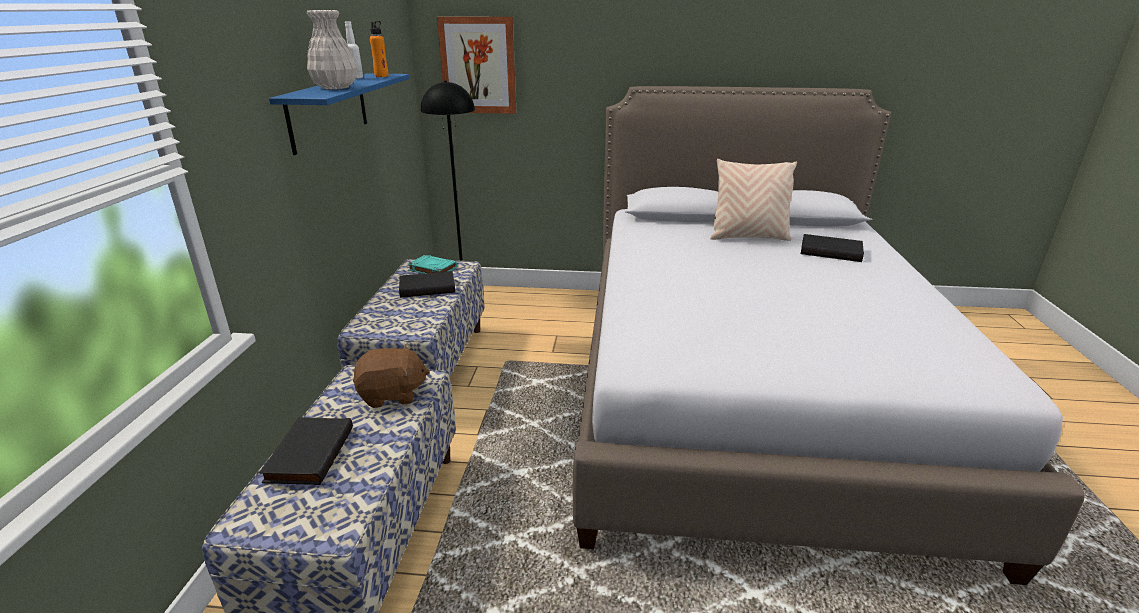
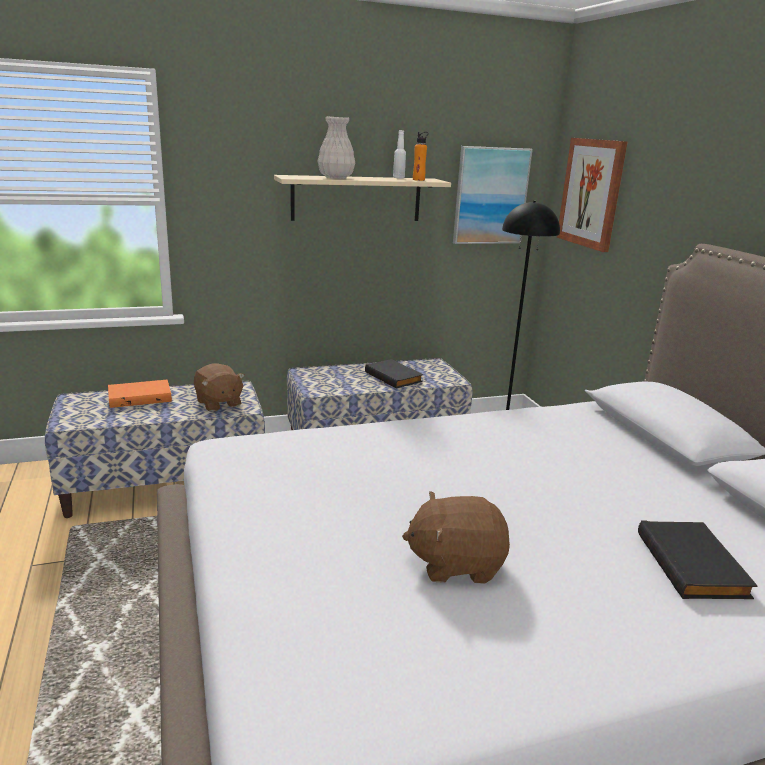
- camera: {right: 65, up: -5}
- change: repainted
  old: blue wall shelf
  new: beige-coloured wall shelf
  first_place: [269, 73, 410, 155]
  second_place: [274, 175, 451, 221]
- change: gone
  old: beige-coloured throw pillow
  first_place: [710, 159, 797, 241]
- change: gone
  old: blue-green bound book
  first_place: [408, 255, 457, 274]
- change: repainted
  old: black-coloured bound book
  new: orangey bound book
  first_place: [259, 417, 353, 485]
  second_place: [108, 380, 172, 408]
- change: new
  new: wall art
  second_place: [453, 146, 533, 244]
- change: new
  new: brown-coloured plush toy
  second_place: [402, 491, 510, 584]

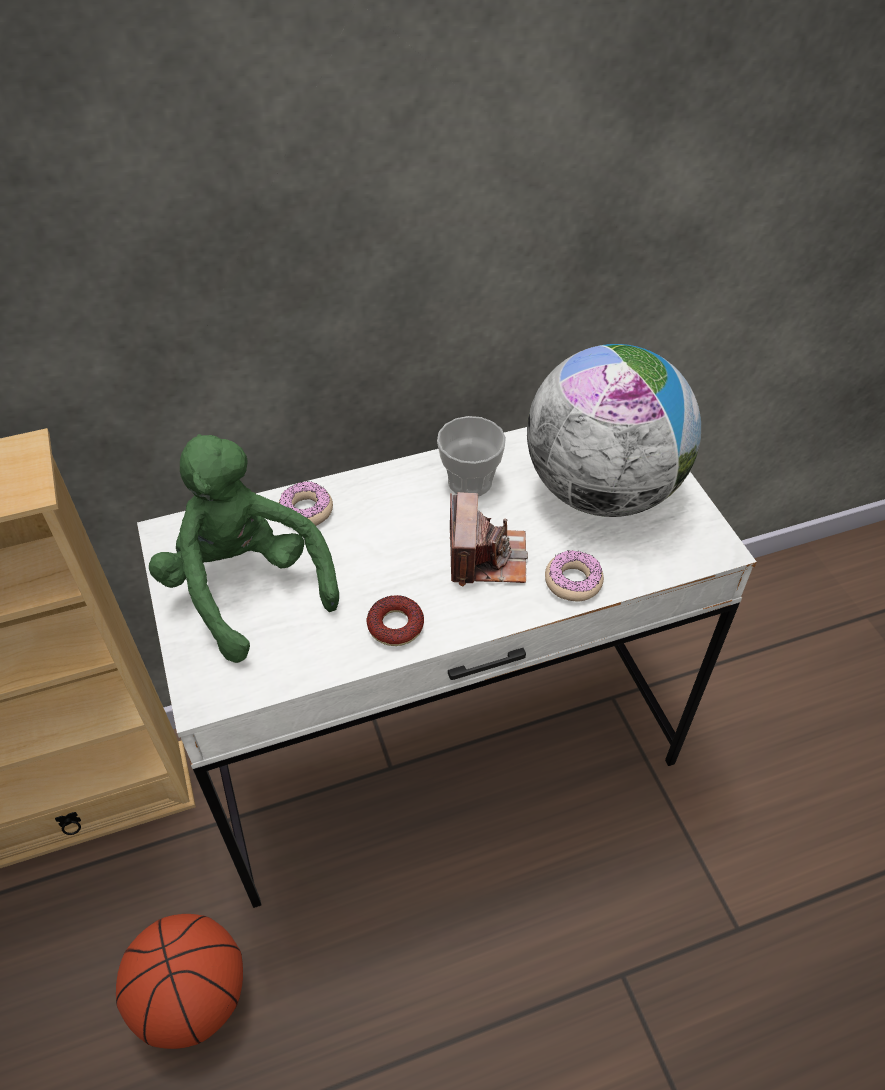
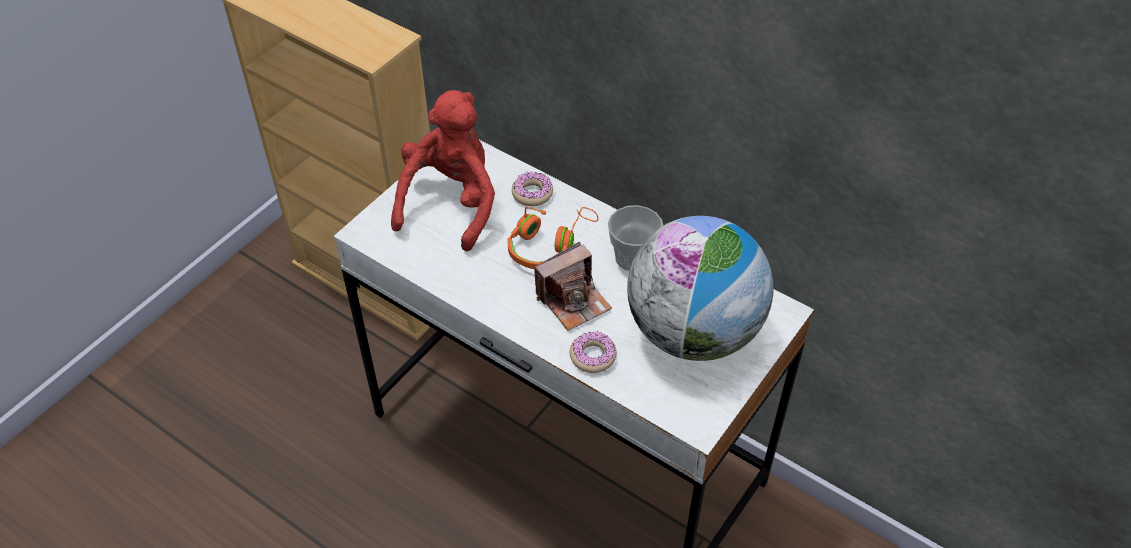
- camera: {right: 55, up: 0}
- change: repainted
  old: green-coloured plush toy
  new: red plush toy
  first_place: [149, 434, 339, 663]
  second_place: [391, 90, 495, 251]
- change: gone
  old: ring doughnut
  first_place: [366, 595, 424, 646]
- change: gone
  old: ball for basketball
  first_place: [116, 914, 243, 1049]
- change: new
  new: orangey pair of headphones
  second_place: [508, 207, 599, 269]

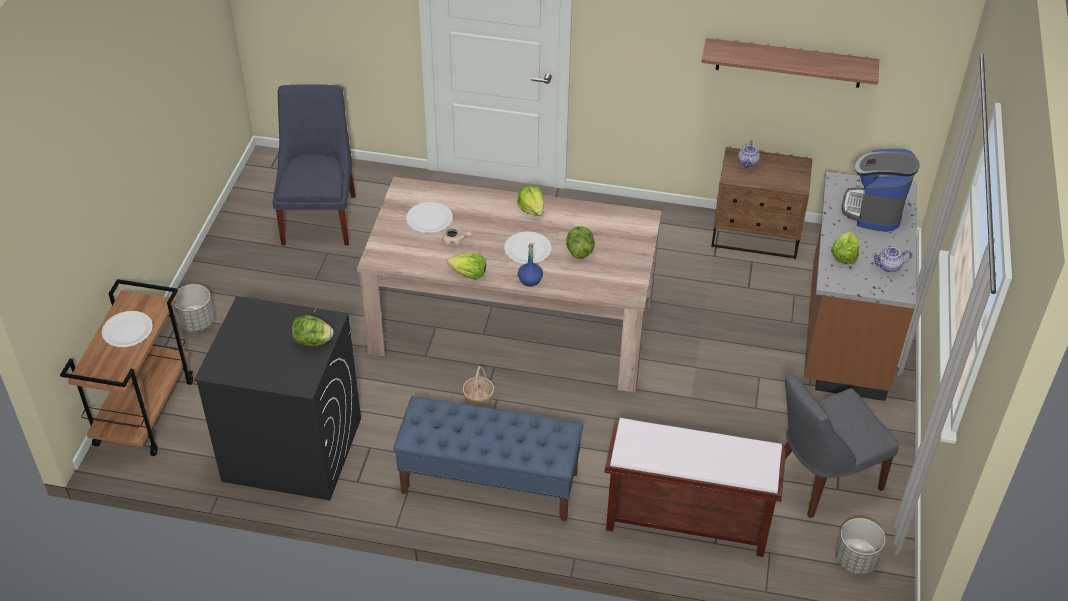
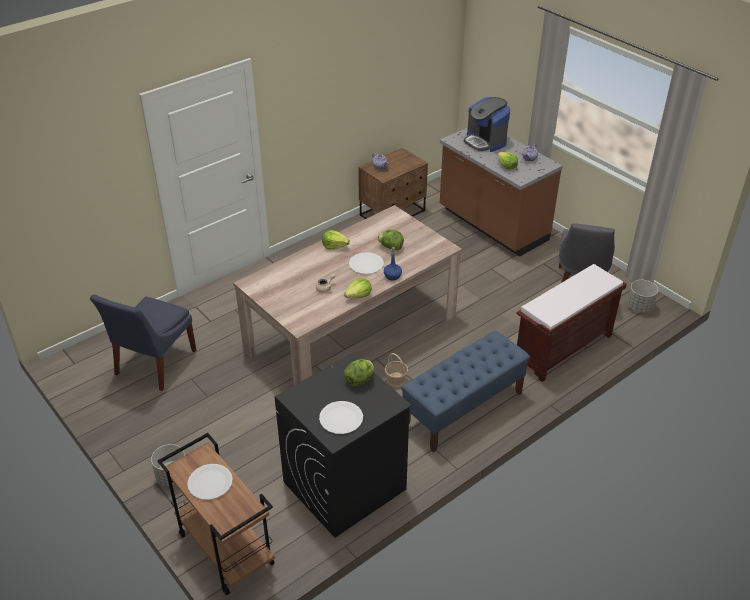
- camera: {right: -50, up: -5}
- change: gone
  old: wall shelf
  first_place: [701, 38, 879, 88]
- change: rotated
  old: blue upright chair
  first_place: [272, 84, 356, 245]
  second_place: [90, 295, 196, 391]
  degrees: -105
- change: shifted
  old: whitish flat dish
  first_place: [406, 202, 453, 233]
  second_place: [319, 401, 363, 434]

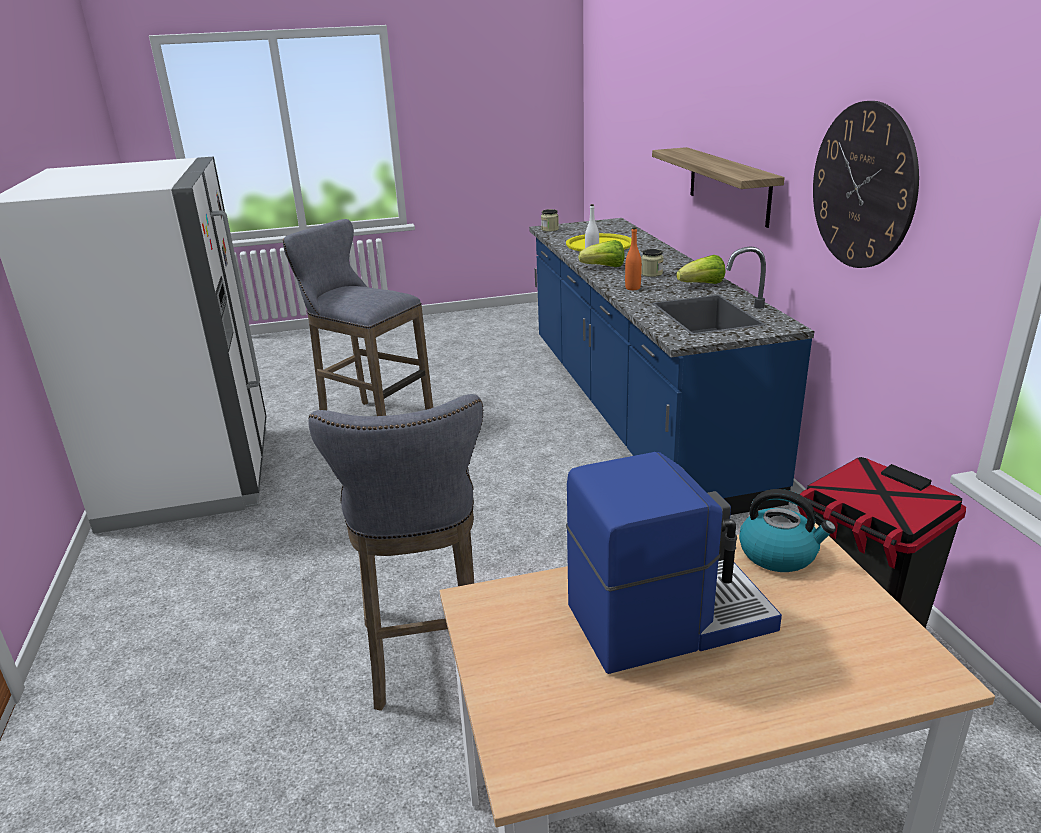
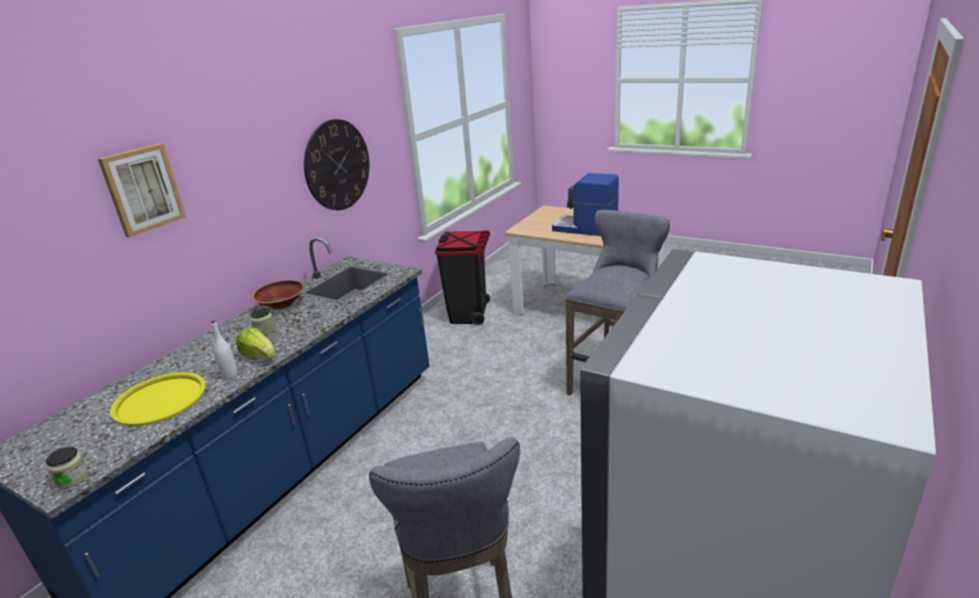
- camera: {right: -135, up: 0}
- change: gone
  old: wall shelf
  first_place: [652, 147, 785, 228]
- change: gone
  old: orangey drink bottle
  first_place: [625, 227, 642, 290]
- change: swapped
  old: lettuce
  new: brown-coloured bowl
  first_place: [676, 255, 725, 284]
  second_place: [252, 280, 305, 309]
- change: gone
  old: kettle
  first_place: [739, 489, 836, 572]
- change: new
  new: wall art
  second_place: [98, 143, 186, 238]

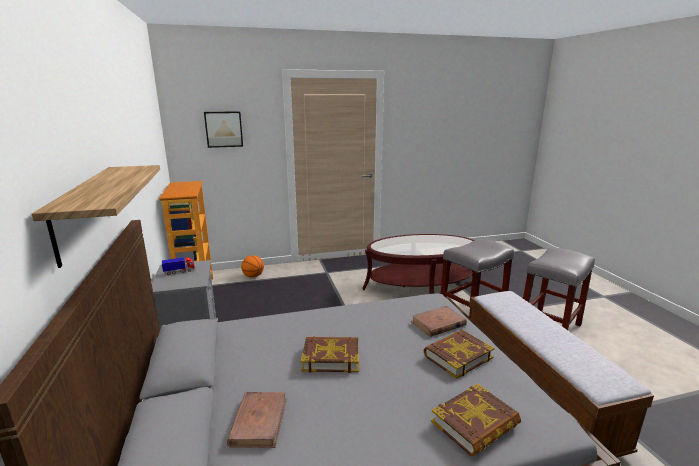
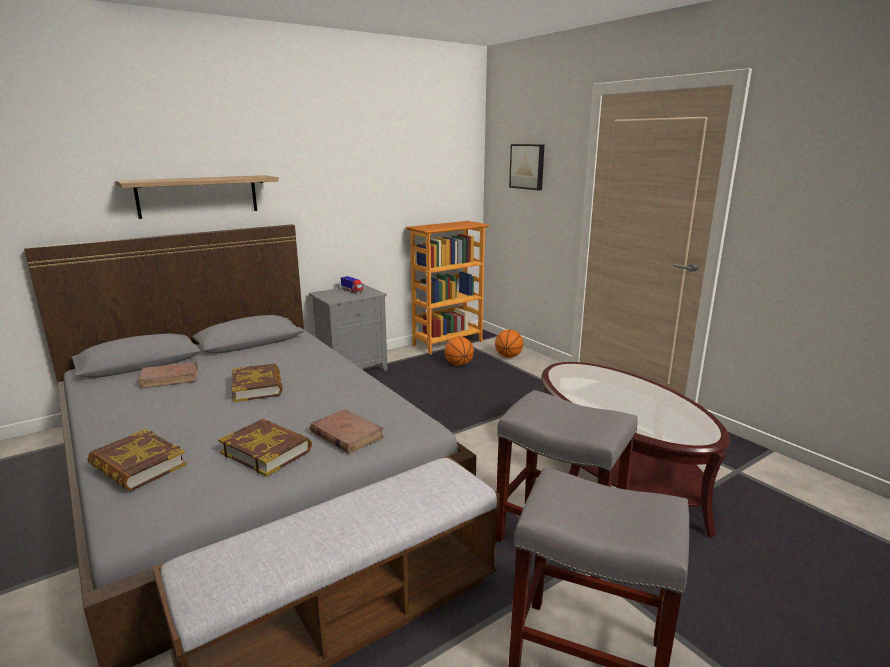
- camera: {right: 70, up: 0}
- change: new
  new: ball for basketball
  second_place: [445, 337, 474, 366]

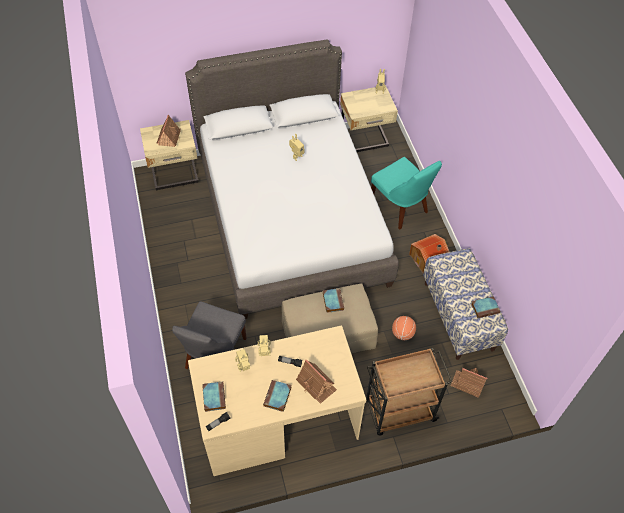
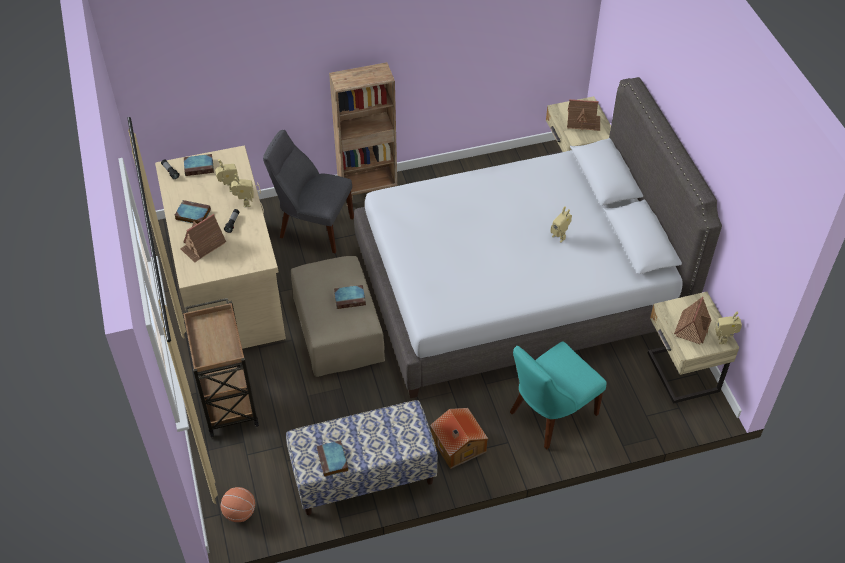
- camera: {right: 90, up: -5}
- change: shifted
  old: ball for basketball
  first_place: [392, 316, 416, 340]
  second_place: [221, 487, 255, 522]
- change: shifted
  old: model house
  first_place: [451, 368, 487, 398]
  second_place: [674, 297, 711, 344]
- change: new
  new: brown-coloured bookcase
  second_place: [329, 62, 397, 206]

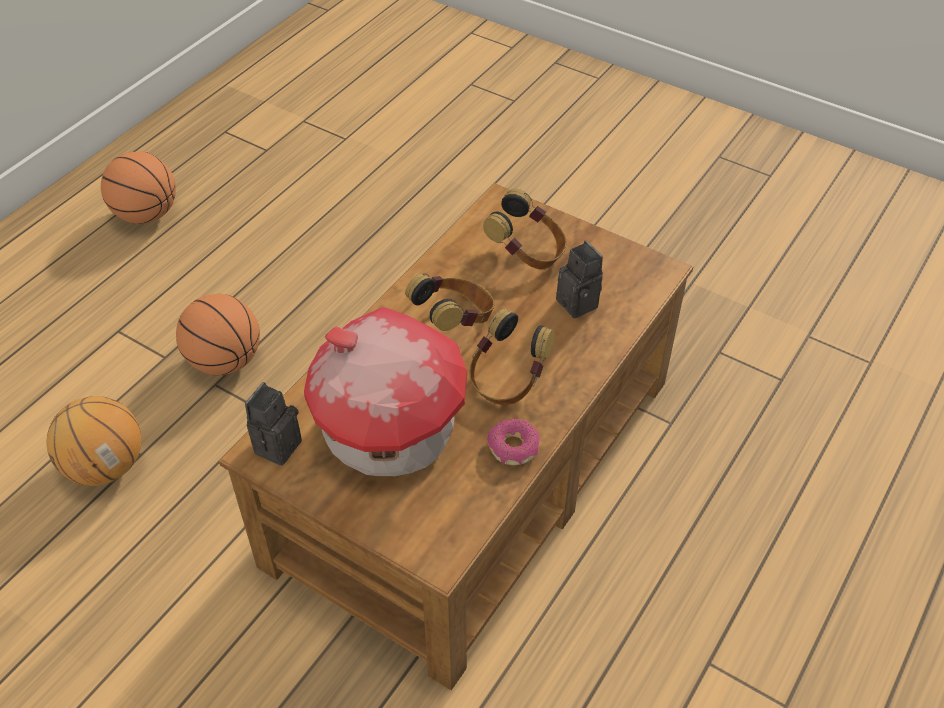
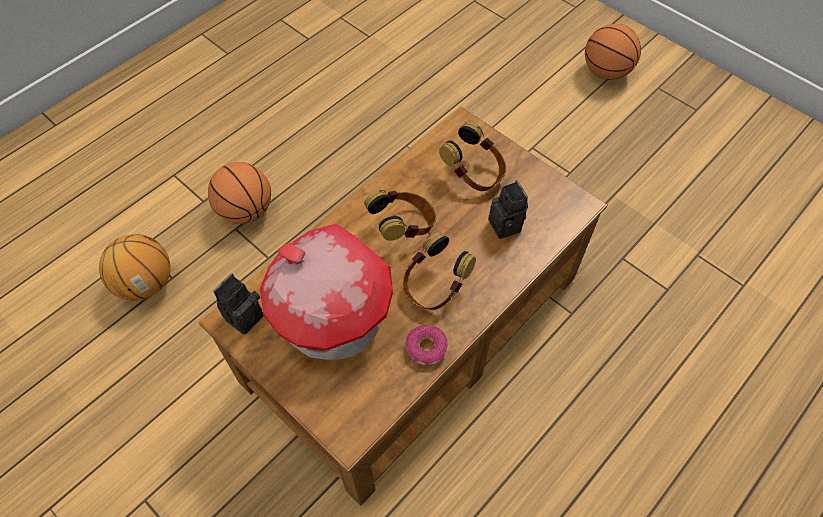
- camera: {right: 10, up: 10}
- change: shifted
  old: ball for basketball
  first_place: [101, 152, 176, 224]
  second_place: [585, 24, 641, 80]

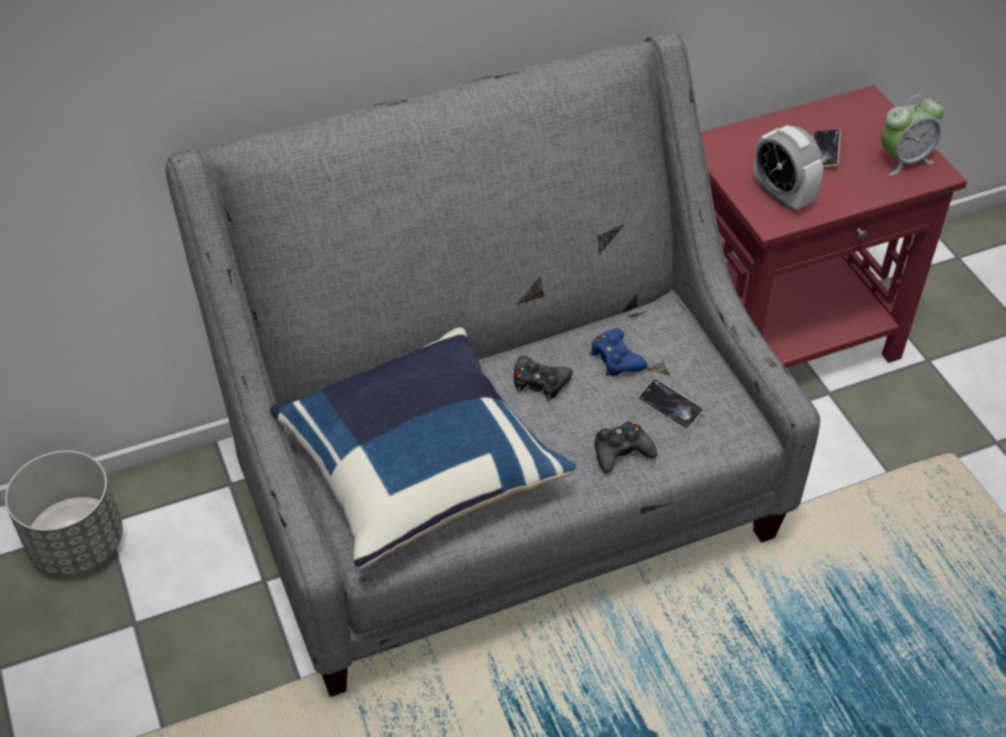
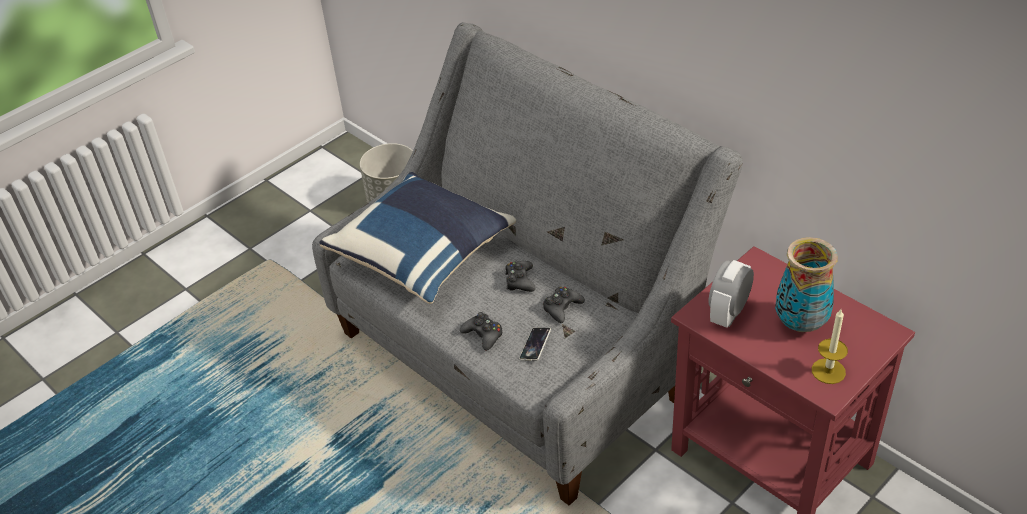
- camera: {right: 70, up: -5}
- change: swapped
  old: alarm clock
  new: candle
  first_place: [881, 94, 944, 176]
  second_place: [812, 309, 848, 384]
- change: swapped
  old: handset
  new: decorative vase
  first_place: [813, 130, 841, 167]
  second_place: [775, 237, 838, 332]
- change: repainted
  old: blue game controller
  new: black-coloured game controller
  first_place: [590, 329, 647, 376]
  second_place: [543, 287, 585, 323]

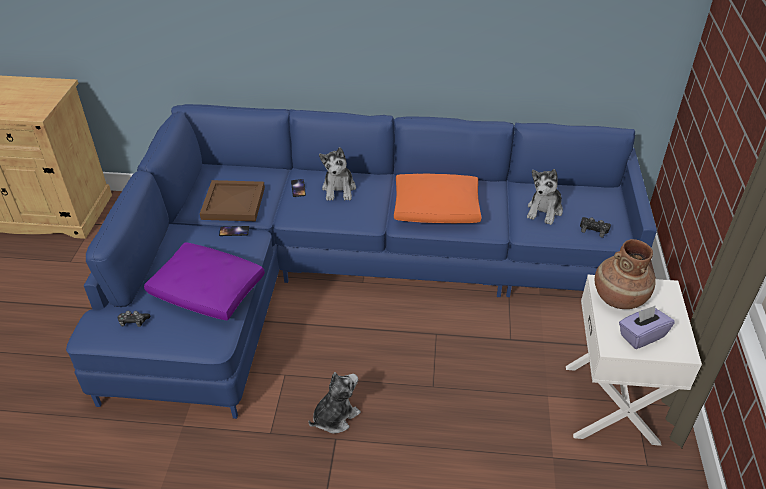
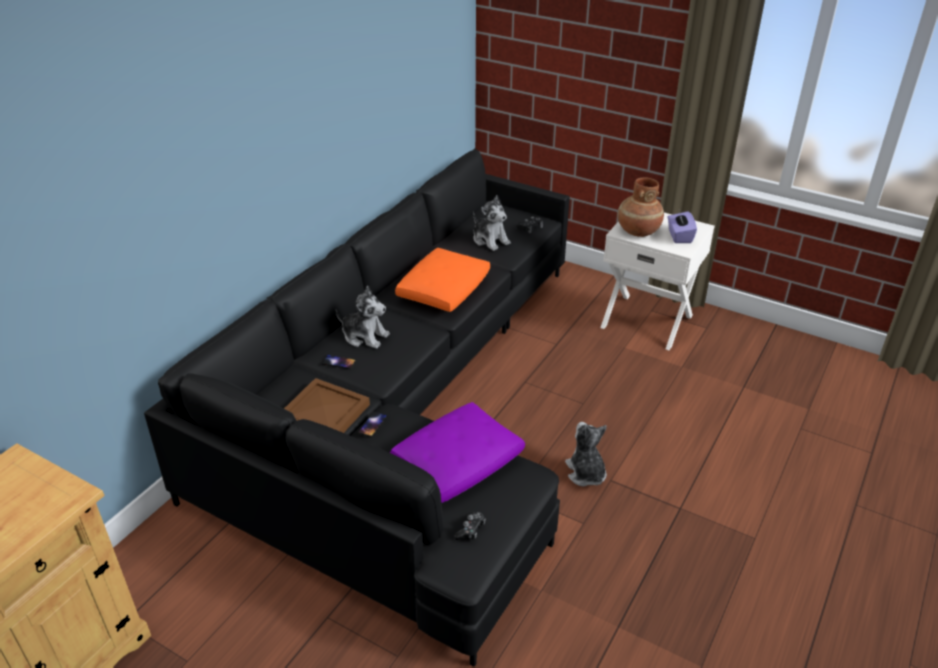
- camera: {right: -65, up: -5}
- change: repainted
  old: blue settee
  new: black-coloured settee
  first_place: [66, 104, 657, 419]
  second_place: [144, 148, 570, 667]

